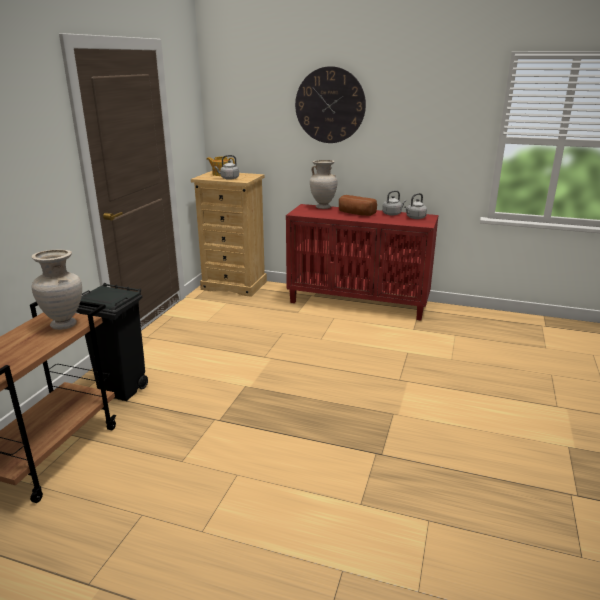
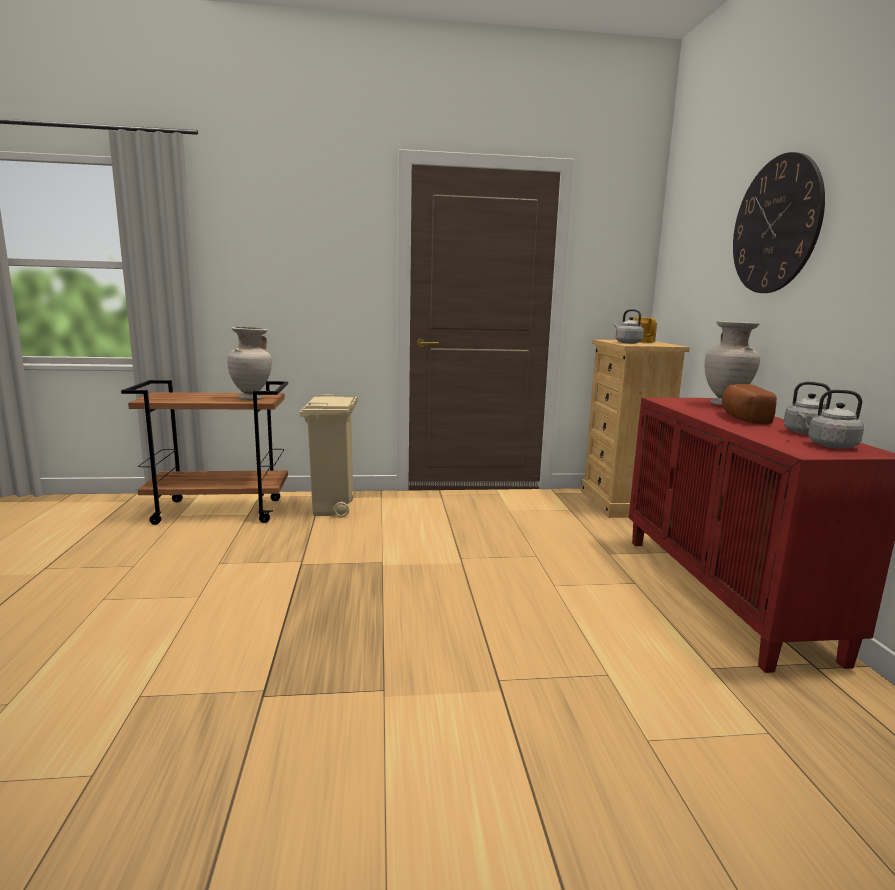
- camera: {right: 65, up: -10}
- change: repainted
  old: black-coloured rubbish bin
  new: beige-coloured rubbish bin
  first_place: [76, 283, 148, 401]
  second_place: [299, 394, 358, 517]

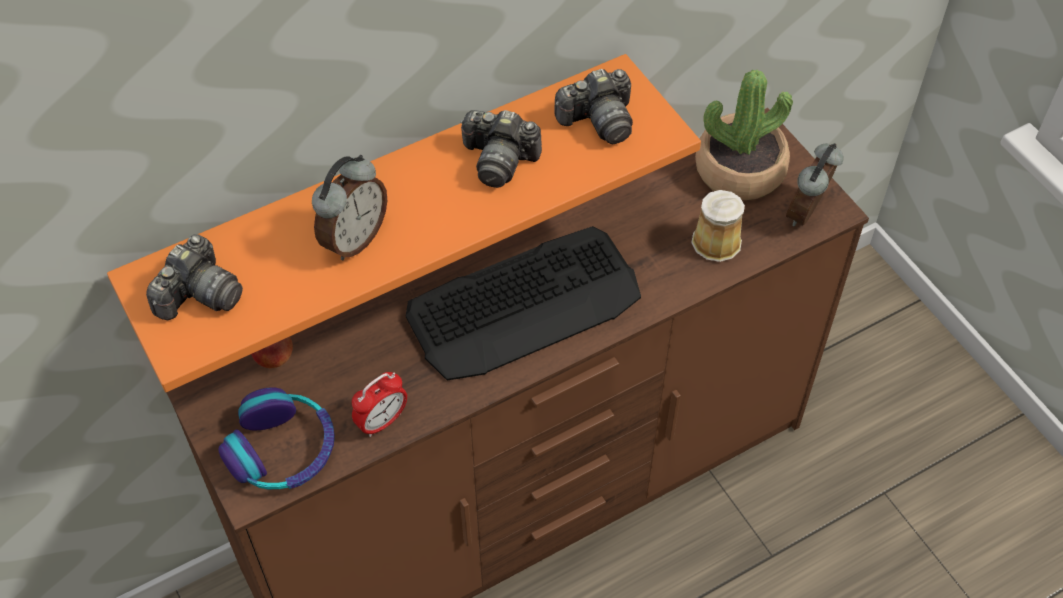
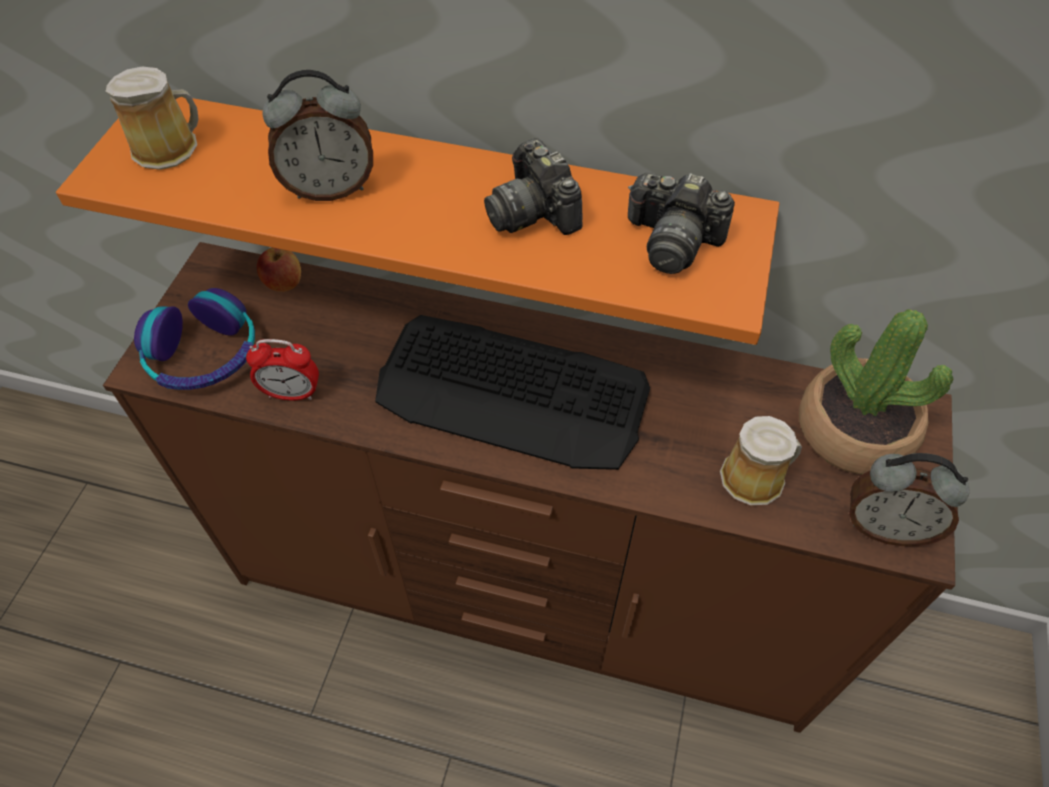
- camera: {right: 45, up: 0}
- change: rotated
  old: alarm clock
  first_place: [786, 143, 844, 227]
  second_place: [849, 453, 969, 546]
  degrees: -150
- change: swapped
  old: photo camera
  new: coffee mug
  first_place: [146, 234, 243, 320]
  second_place: [106, 67, 199, 170]

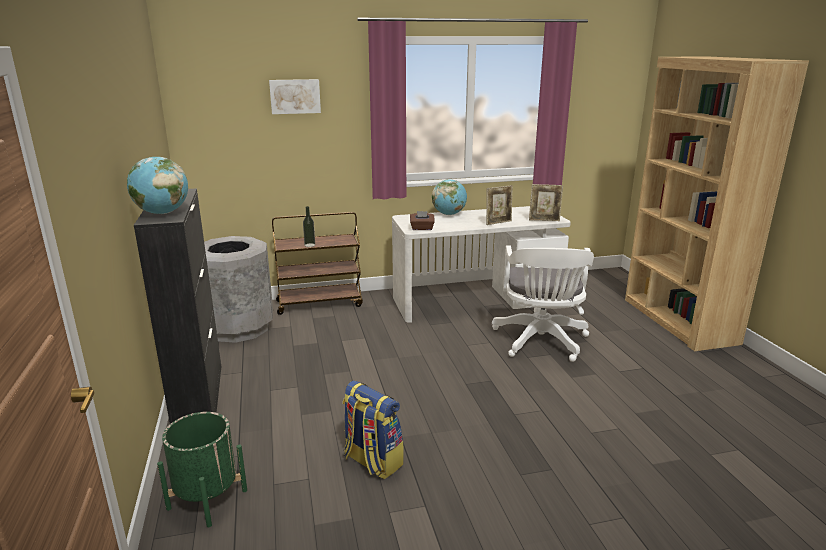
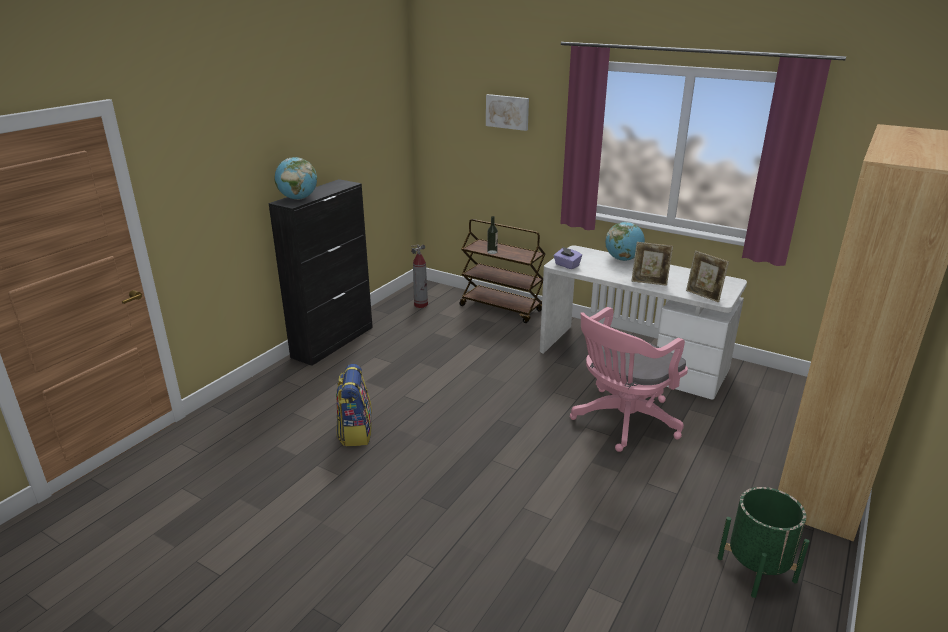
- camera: {right: 45, up: 5}
- change: repainted
  old: brown-coloured box of tissues
  new: purplish box of tissues
  first_place: [410, 211, 435, 230]
  second_place: [554, 246, 582, 269]
- change: swapped
  old: gray rubbish bin
  new: fire-fighting cylinder
  first_place: [204, 236, 273, 343]
  second_place: [411, 244, 428, 308]
- change: repainted
  old: whitish office chair
  new: pink office chair
  first_place: [492, 245, 594, 362]
  second_place: [570, 307, 688, 452]
- change: shifted
  old: green-coloured planter
  first_place: [157, 412, 247, 527]
  second_place: [718, 487, 810, 598]

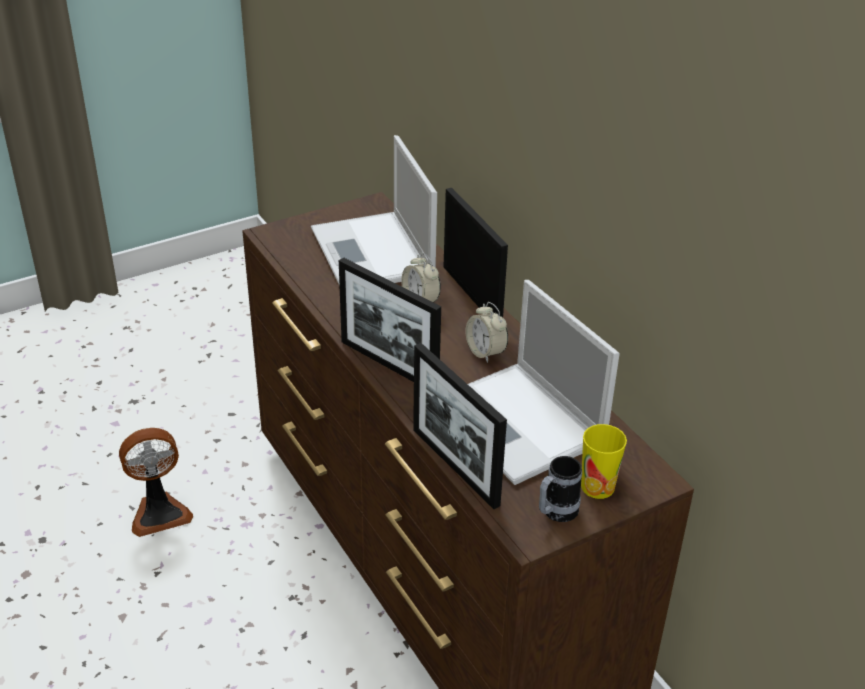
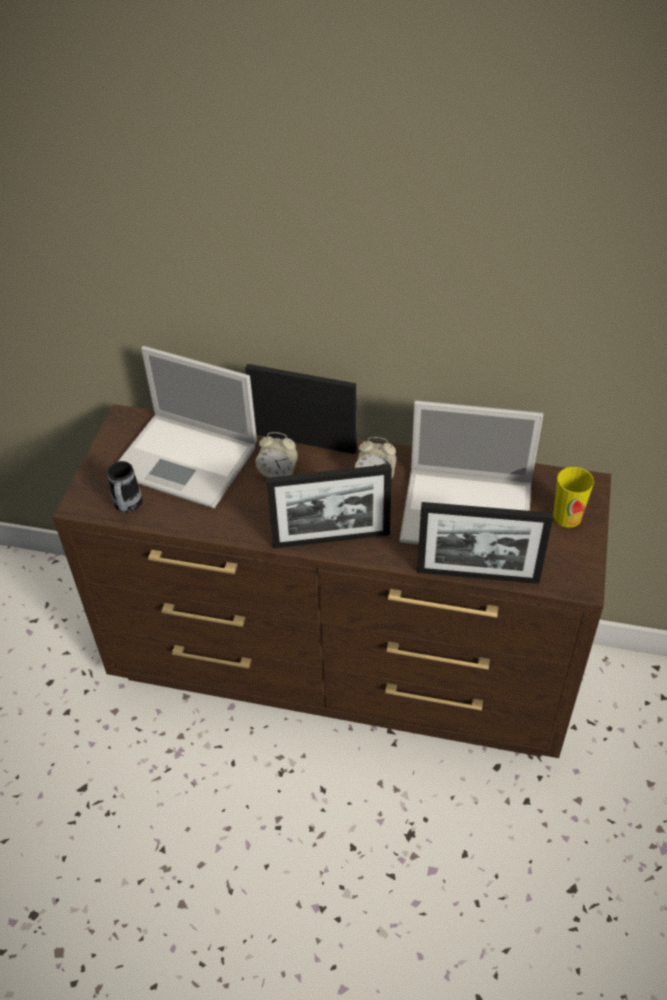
- camera: {right: -45, up: 10}
- change: gone
  old: electric fan
  first_place: [119, 428, 193, 537]
- change: shifted
  old: coffee mug
  first_place: [539, 456, 582, 522]
  second_place: [107, 461, 143, 513]

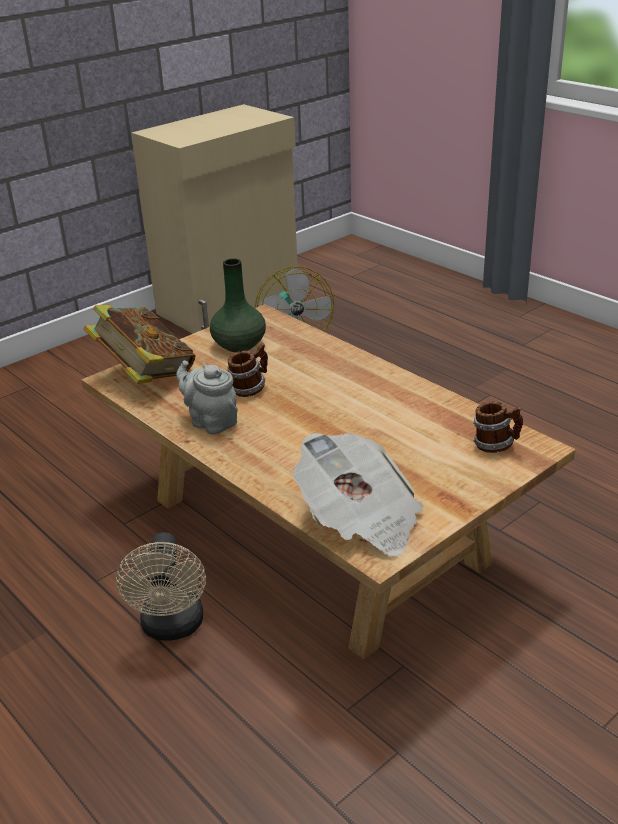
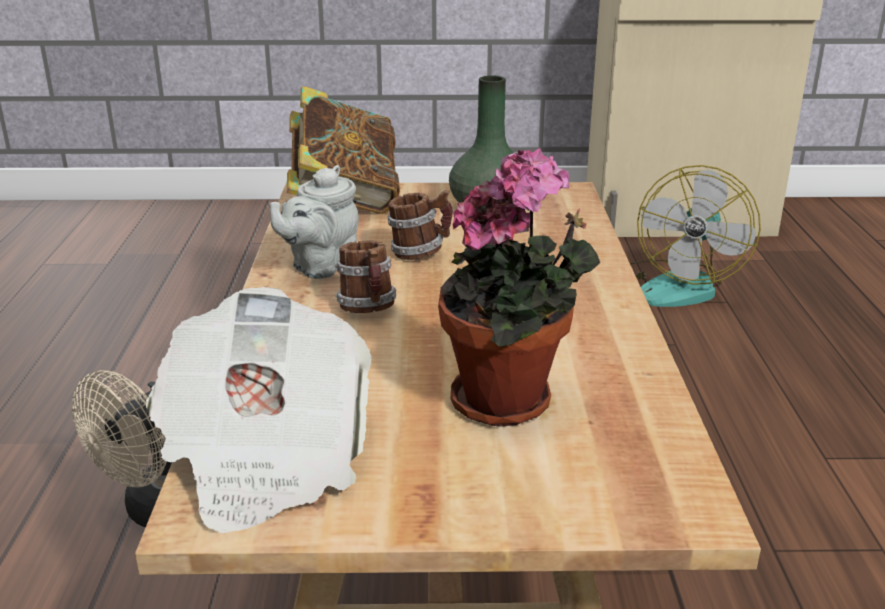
- camera: {right: 40, up: -5}
- change: rotated
  old: gray tea pot
  first_place: [176, 360, 238, 434]
  second_place: [269, 165, 359, 279]
  degrees: -135
- change: shifted
  old: coffee mug
  first_place: [473, 401, 523, 453]
  second_place: [335, 241, 396, 313]
- change: new
  new: houseplant
  second_place: [438, 148, 600, 427]

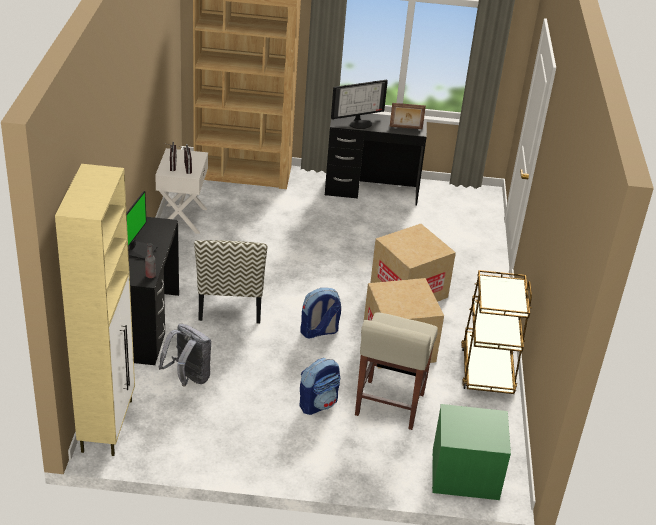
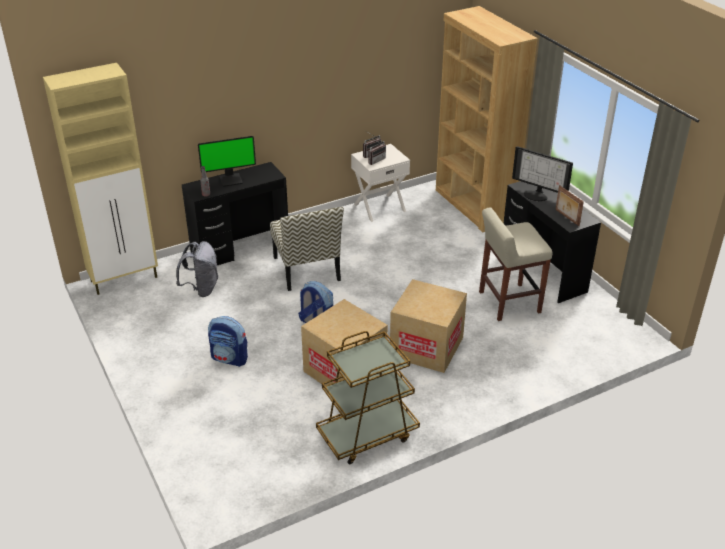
- camera: {right: 60, up: 0}
- change: rotated
  old: upright chair
  first_place: [194, 240, 267, 324]
  second_place: [270, 207, 344, 291]
  degrees: -75
- change: shifted
  old: beige-coloured stool seat
  first_place: [355, 312, 438, 430]
  second_place: [479, 207, 553, 321]
- change: gone
  old: green-coloured night table
  first_place: [432, 404, 511, 500]

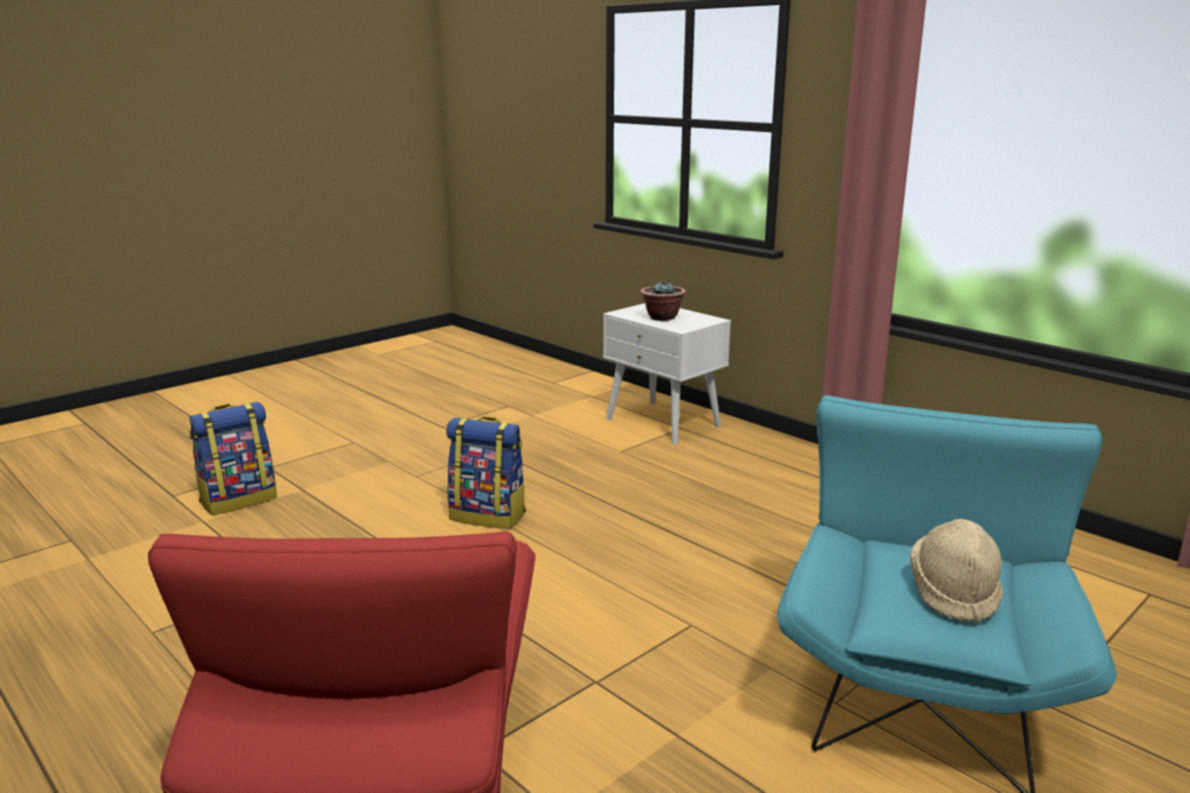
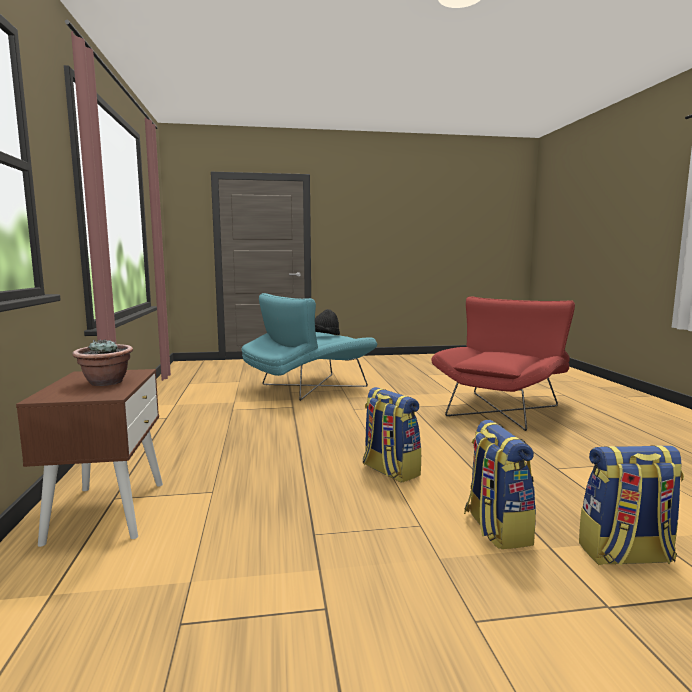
- camera: {right: -145, up: -10}
- change: repainted
  old: whitish night table
  new: brown-coloured night table
  first_place: [603, 303, 731, 445]
  second_place: [16, 369, 163, 547]
- change: repainted
  old: beige-coloured hat
  new: black-coloured hat
  first_place: [910, 519, 1003, 623]
  second_place: [315, 309, 340, 335]
- change: new
  new: knapsack
  second_place: [464, 420, 536, 549]

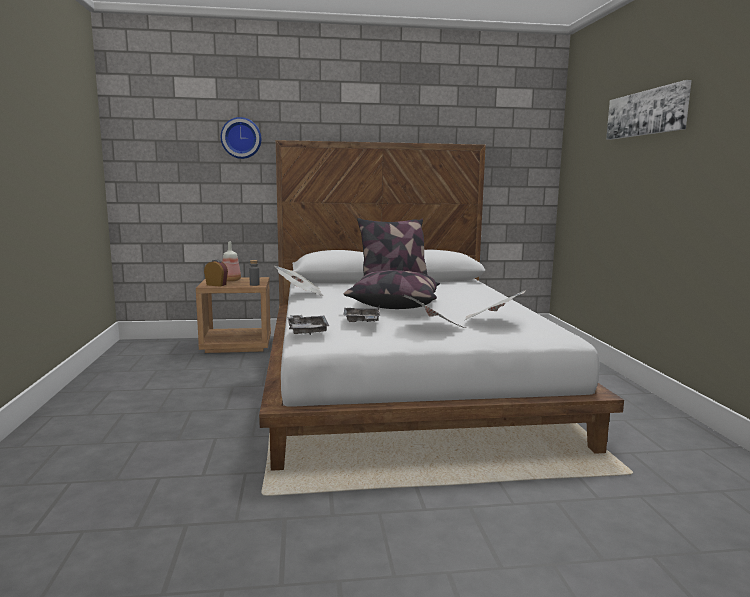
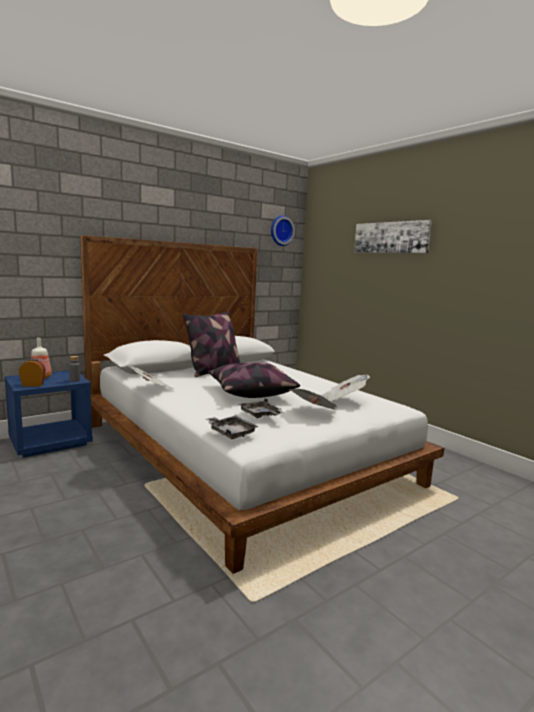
- camera: {right: -30, up: 0}
- change: shifted
  old: wall clock
  first_place: [221, 117, 261, 159]
  second_place: [271, 215, 295, 246]
- change: repainted
  old: brown-coloured night table
  new: blue night table
  first_place: [196, 277, 271, 353]
  second_place: [5, 370, 93, 458]

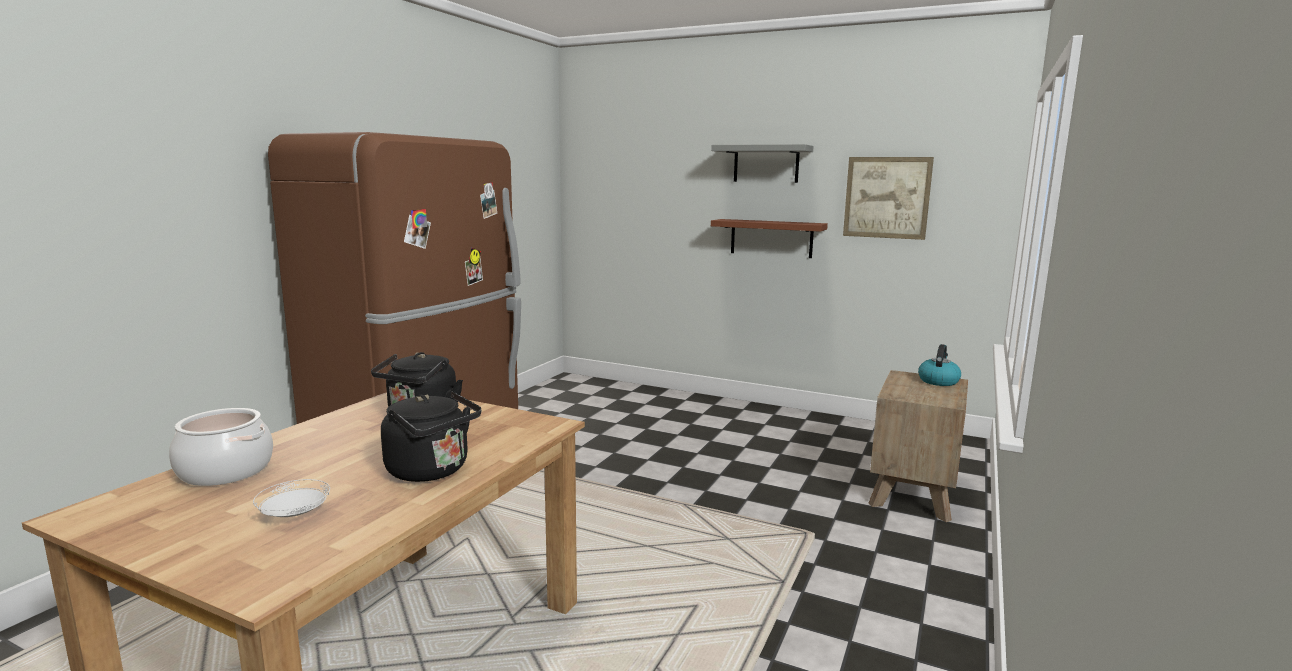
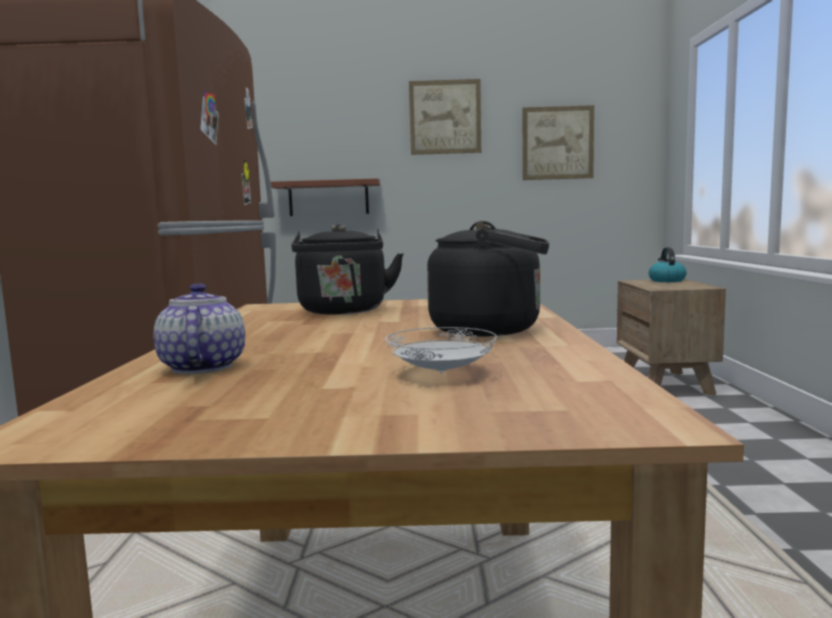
- camera: {right: -25, up: -5}
- change: swapped
  old: gray wall shelf
  new: wall art
  first_place: [711, 144, 814, 183]
  second_place: [409, 79, 481, 155]
- change: shifted
  old: brown-coloured wall shelf
  first_place: [711, 219, 828, 258]
  second_place: [271, 178, 380, 216]
- change: swapped
  old: stockpot
  new: tea pot
  first_place: [169, 408, 273, 486]
  second_place: [153, 283, 245, 374]

